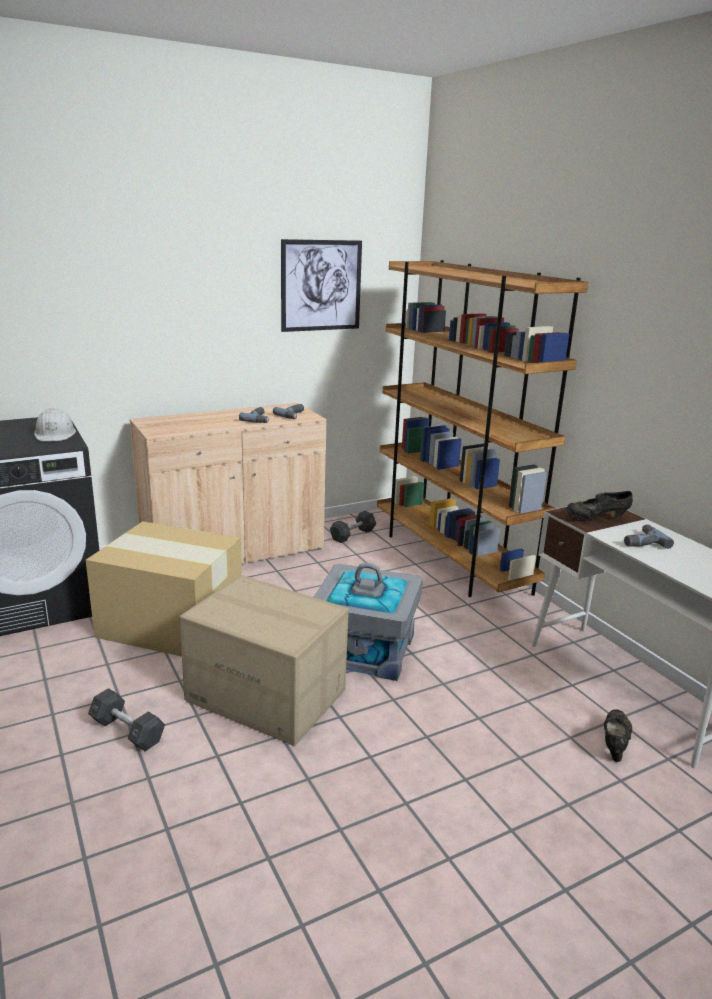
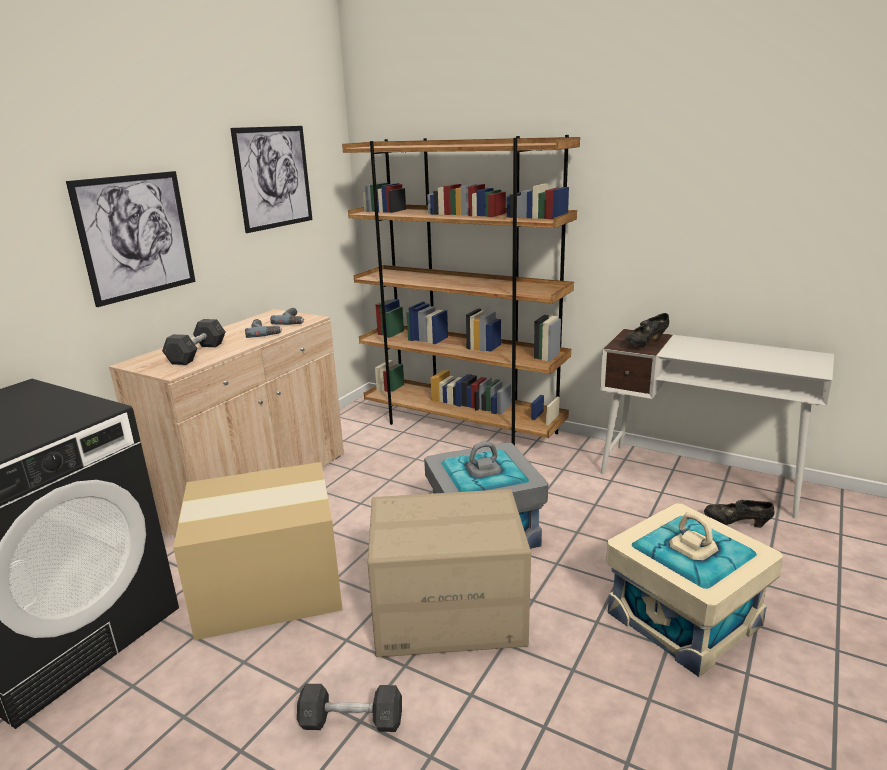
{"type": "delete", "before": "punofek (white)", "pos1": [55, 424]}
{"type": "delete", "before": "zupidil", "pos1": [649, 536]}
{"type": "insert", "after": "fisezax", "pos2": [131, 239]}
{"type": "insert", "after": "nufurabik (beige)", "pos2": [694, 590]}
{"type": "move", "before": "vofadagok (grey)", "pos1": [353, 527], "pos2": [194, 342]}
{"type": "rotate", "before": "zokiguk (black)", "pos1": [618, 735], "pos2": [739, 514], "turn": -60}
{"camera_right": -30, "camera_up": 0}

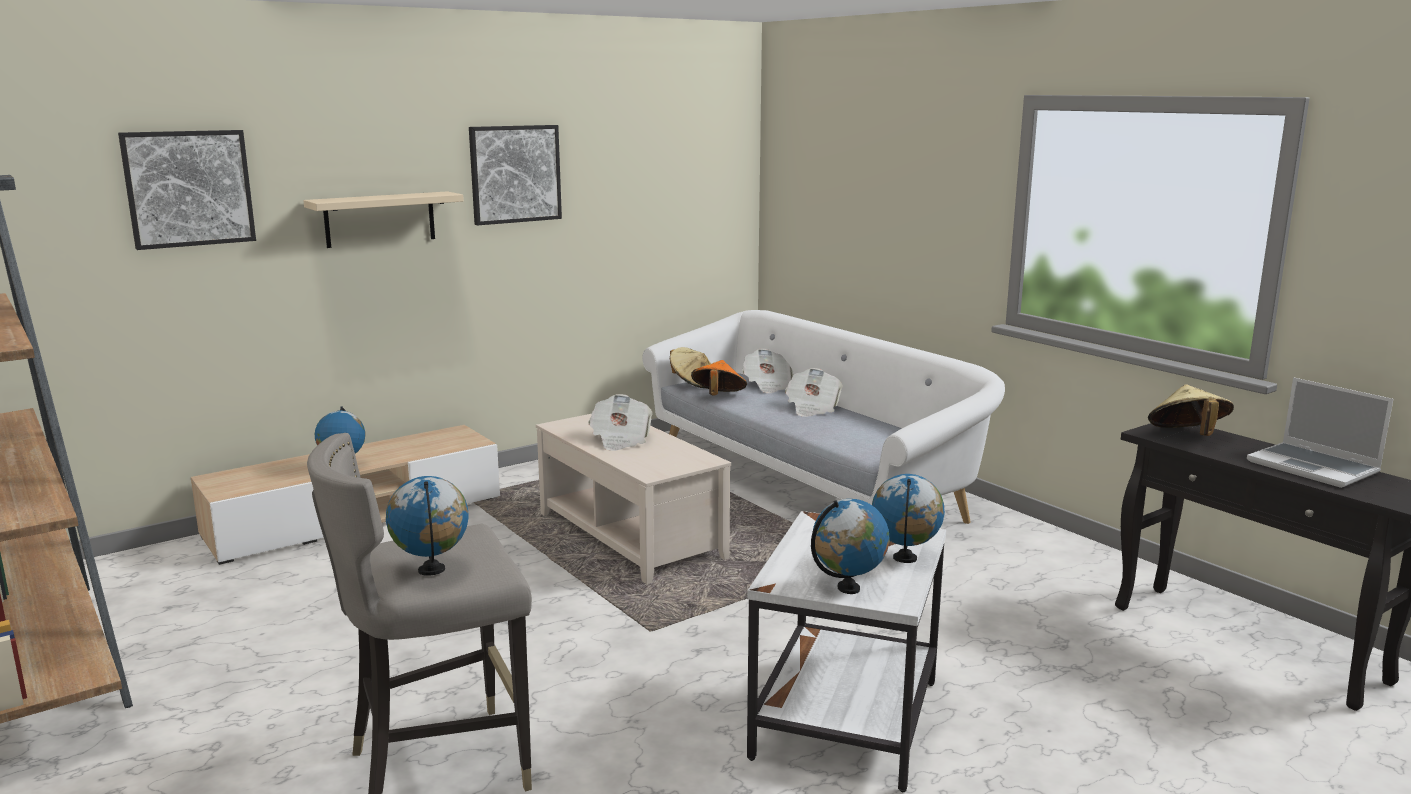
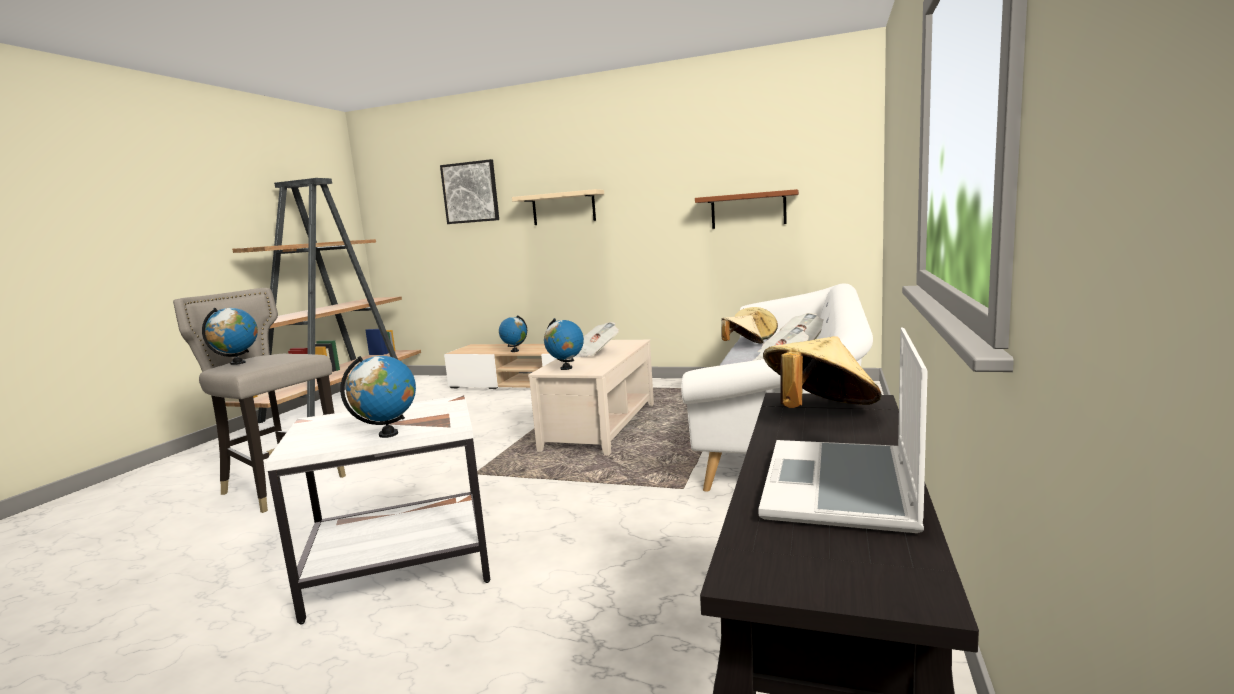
{"type": "delete", "before": "fisezax", "pos1": [515, 175]}
{"type": "insert", "after": "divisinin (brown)", "pos2": [747, 209]}
{"type": "move", "before": "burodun", "pos1": [850, 546], "pos2": [564, 344]}
{"type": "recolor", "before": "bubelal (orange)", "after": "bubelal (beige)", "pos1": [719, 378], "pos2": [743, 329]}
{"camera_right": 55, "camera_up": -5}

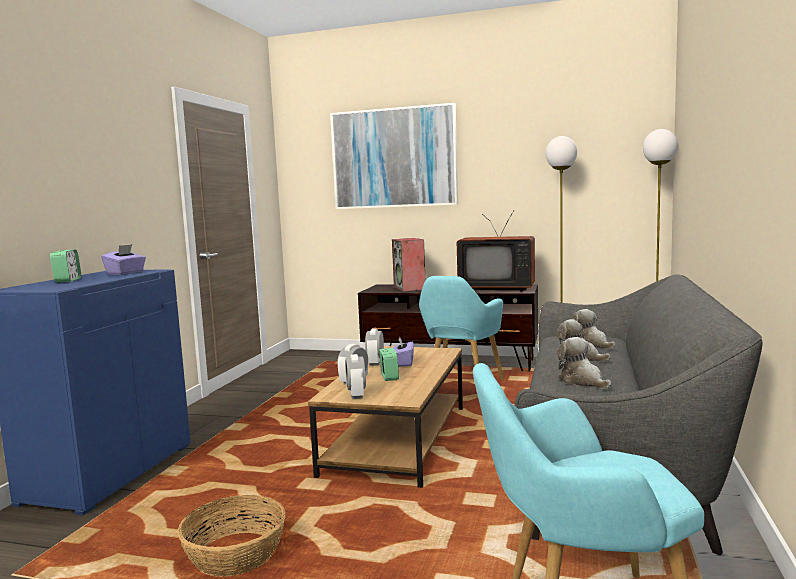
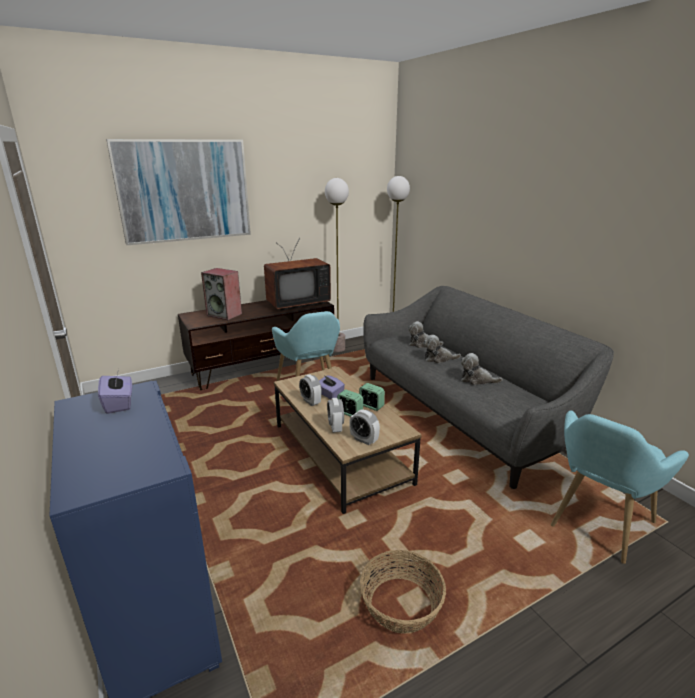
{"type": "move", "before": "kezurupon", "pos1": [65, 266], "pos2": [372, 397]}
{"camera_right": -45, "camera_up": 15}

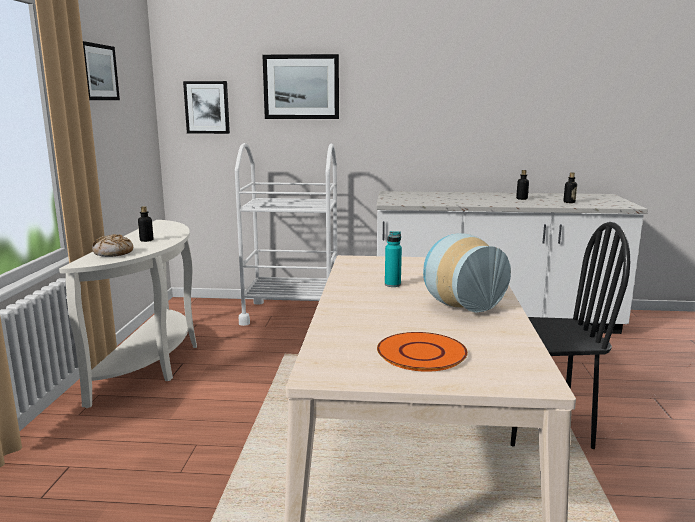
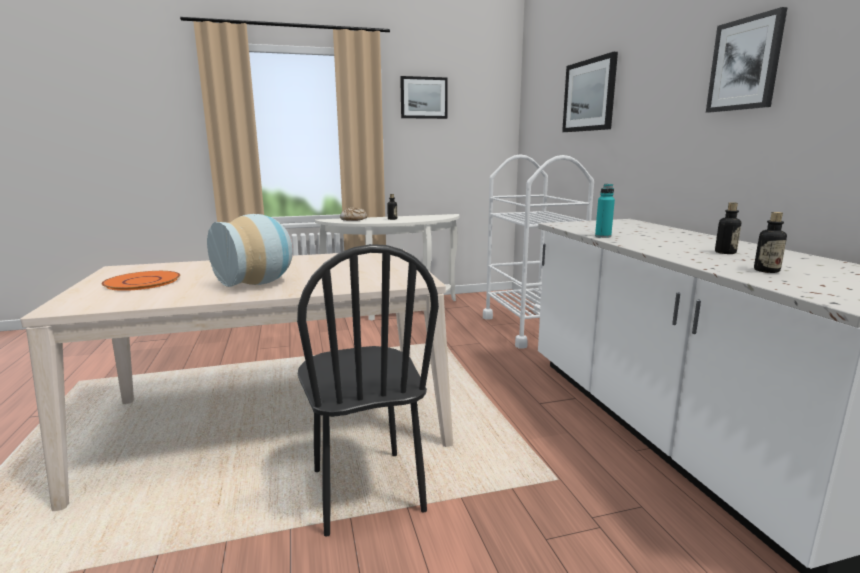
{"type": "move", "before": "fisezax", "pos1": [206, 107], "pos2": [747, 59]}
{"type": "move", "before": "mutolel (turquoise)", "pos1": [393, 259], "pos2": [605, 211]}
{"camera_right": 70, "camera_up": 0}

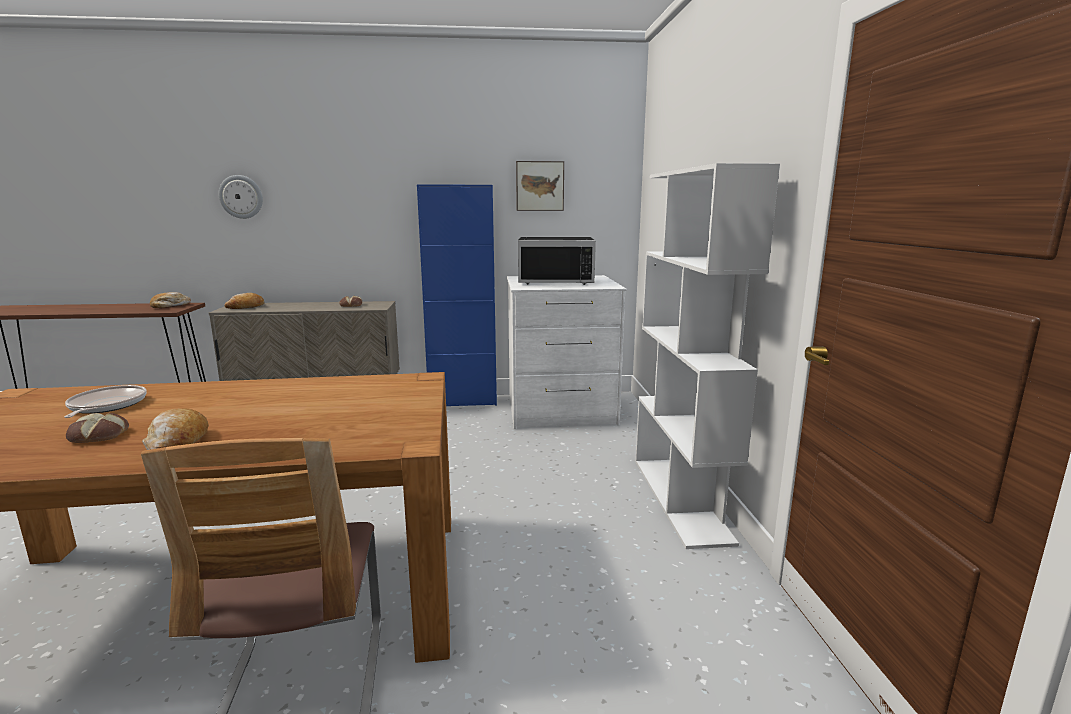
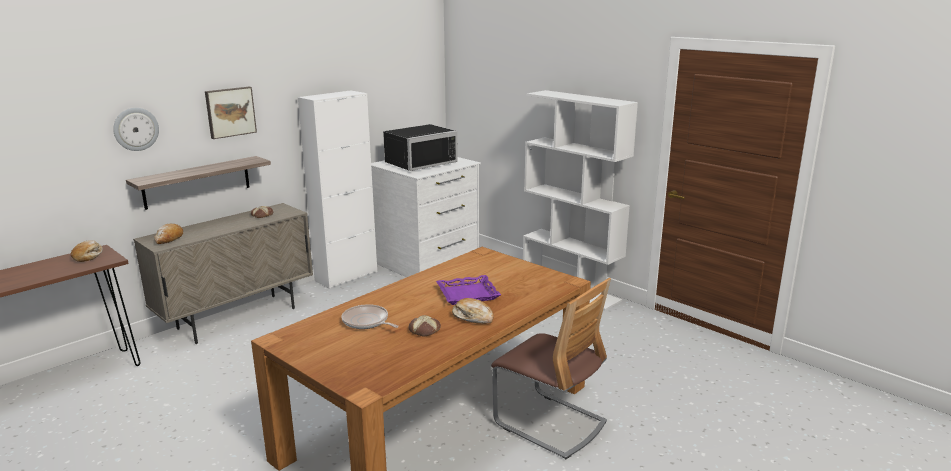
{"type": "insert", "after": "divisinin", "pos2": [198, 183]}
{"type": "insert", "after": "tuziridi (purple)", "pos2": [468, 290]}
{"type": "move", "before": "fisezax", "pos1": [540, 186], "pos2": [231, 113]}
{"type": "recolor", "before": "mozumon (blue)", "after": "mozumon (white)", "pos1": [457, 295], "pos2": [337, 189]}
{"camera_right": -40, "camera_up": 5}

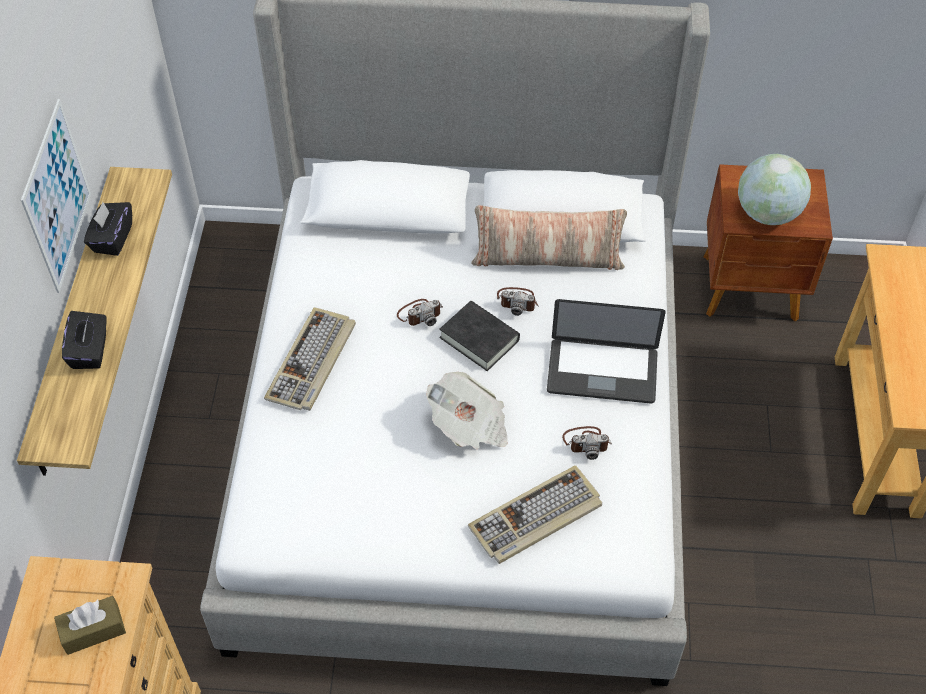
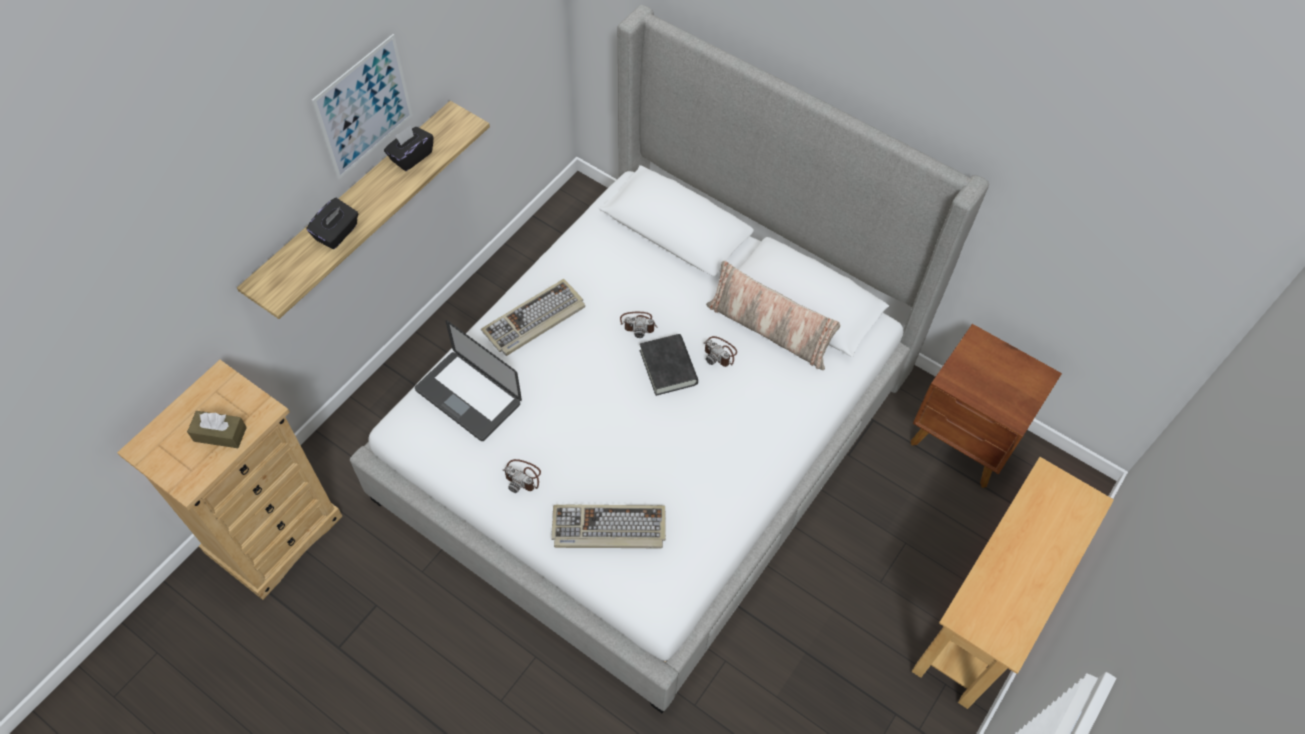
{"type": "delete", "before": "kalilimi", "pos1": [467, 410]}
{"type": "delete", "before": "burodun", "pos1": [774, 189]}
{"type": "move", "before": "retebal", "pos1": [606, 351], "pos2": [468, 380]}
{"type": "move", "before": "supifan", "pos1": [587, 443], "pos2": [522, 476]}
{"camera_right": 30, "camera_up": 5}

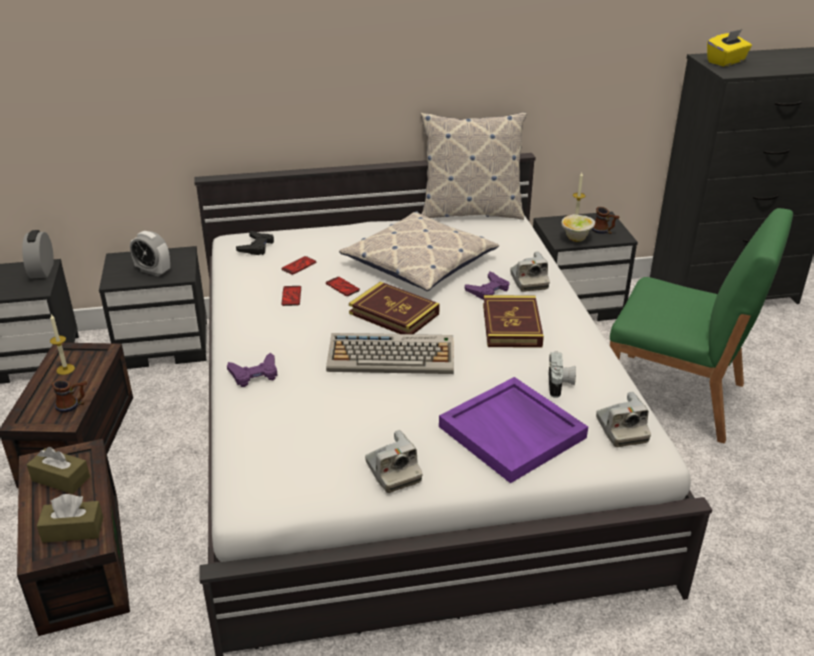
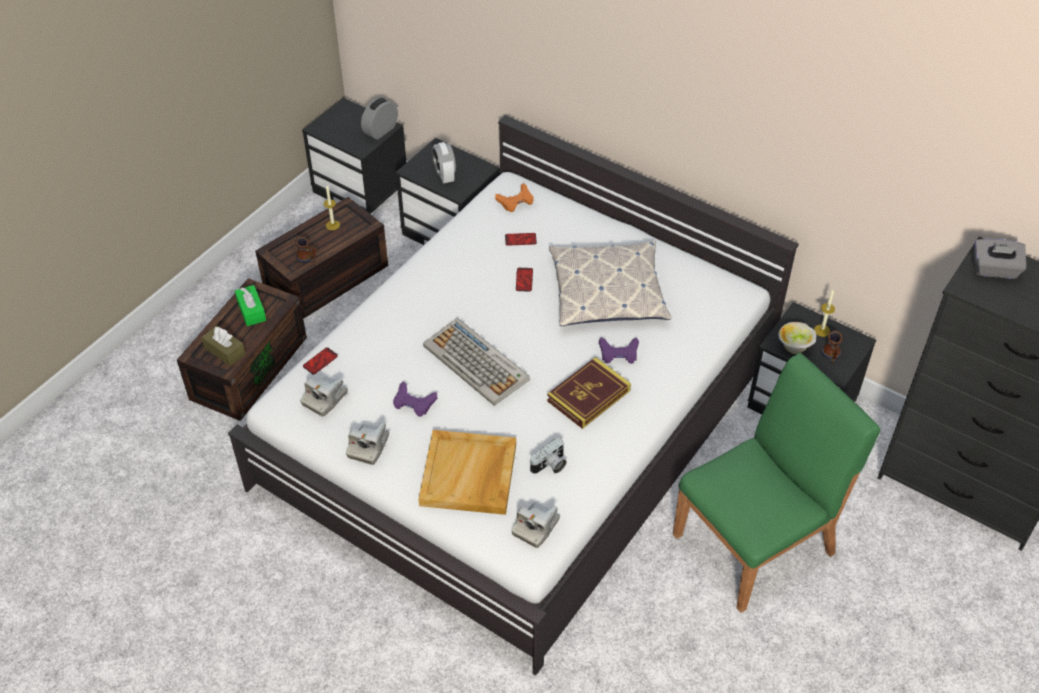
{"type": "delete", "before": "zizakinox", "pos1": [394, 307]}
{"type": "delete", "before": "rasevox", "pos1": [474, 166]}
{"type": "move", "before": "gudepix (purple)", "pos1": [252, 370], "pos2": [415, 398]}
{"type": "move", "before": "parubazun", "pos1": [291, 296], "pos2": [320, 361]}
{"type": "move", "before": "supifan", "pos1": [530, 271], "pos2": [324, 396]}
{"type": "recolor", "before": "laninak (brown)", "after": "laninak (green)", "pos1": [58, 470], "pos2": [250, 305]}
{"type": "recolor", "before": "gudepix (black)", "after": "gudepix (orange)", "pos1": [255, 243], "pos2": [514, 197]}
{"type": "recolor", "before": "tuziridi (purple)", "after": "tuziridi (beige)", "pos1": [513, 430], "pos2": [467, 472]}
{"type": "recolor", "before": "laninak (yellow)", "after": "laninak (grey)", "pos1": [729, 47], "pos2": [1000, 258]}
{"type": "rotate", "before": "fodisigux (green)", "pos1": [701, 325], "pos2": [776, 483], "turn": -105}
{"camera_right": 45, "camera_up": 15}

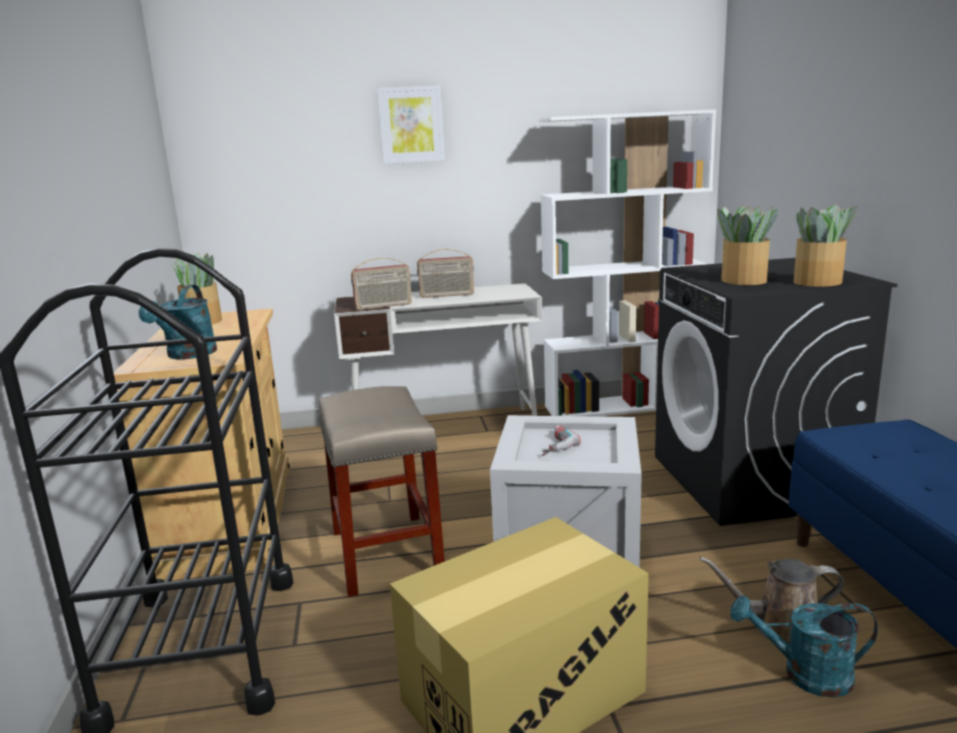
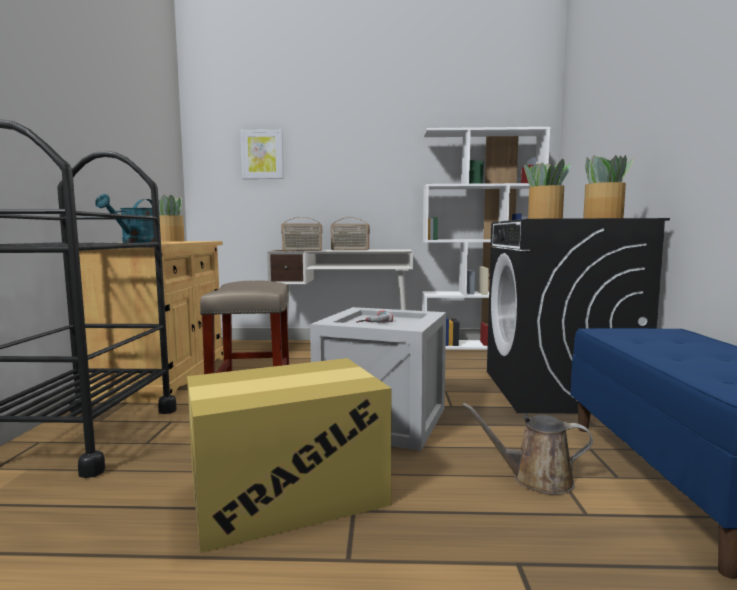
{"type": "delete", "before": "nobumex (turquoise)", "pos1": [804, 647]}
{"type": "move", "before": "fisezax", "pos1": [411, 124], "pos2": [262, 154]}
{"camera_right": 10, "camera_up": -10}

